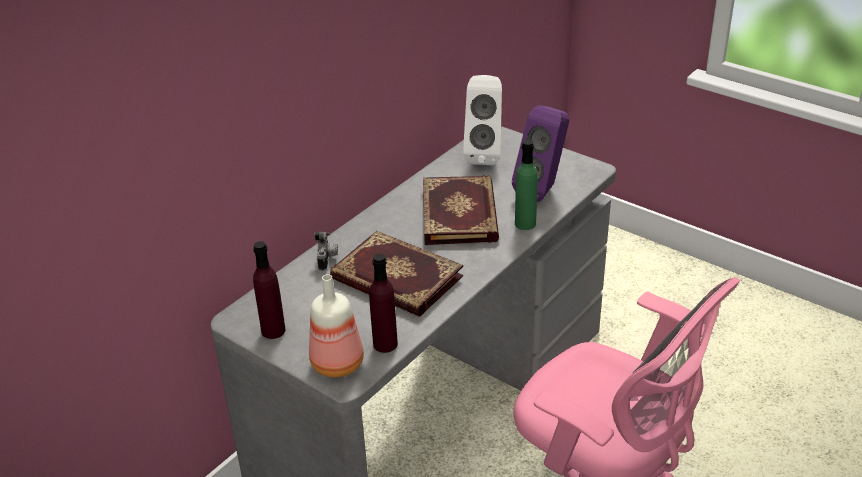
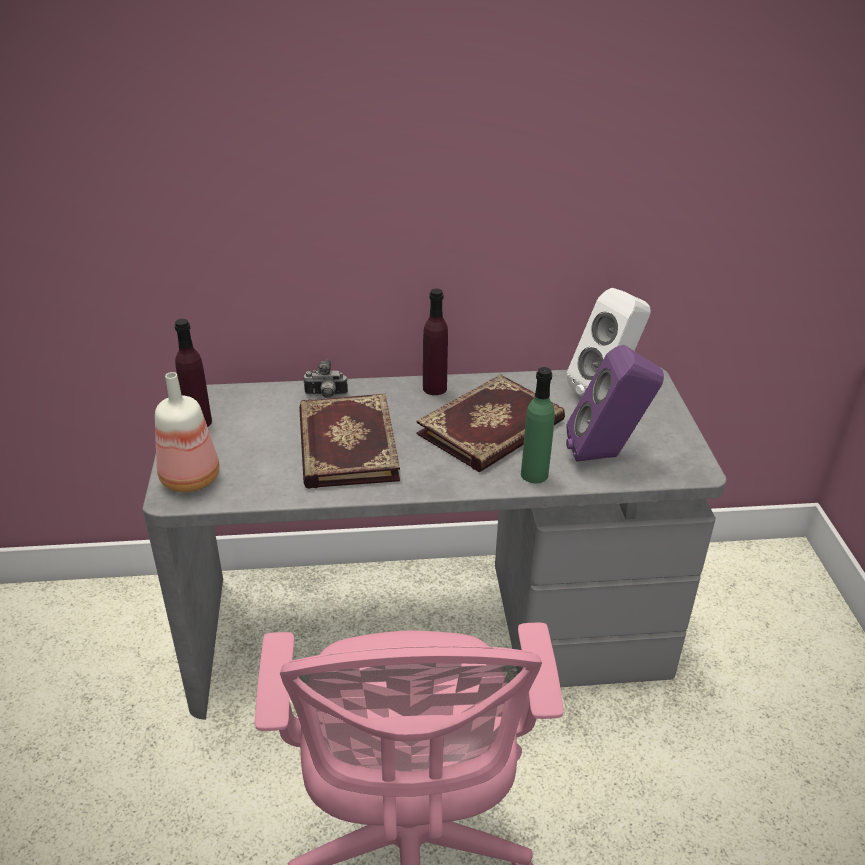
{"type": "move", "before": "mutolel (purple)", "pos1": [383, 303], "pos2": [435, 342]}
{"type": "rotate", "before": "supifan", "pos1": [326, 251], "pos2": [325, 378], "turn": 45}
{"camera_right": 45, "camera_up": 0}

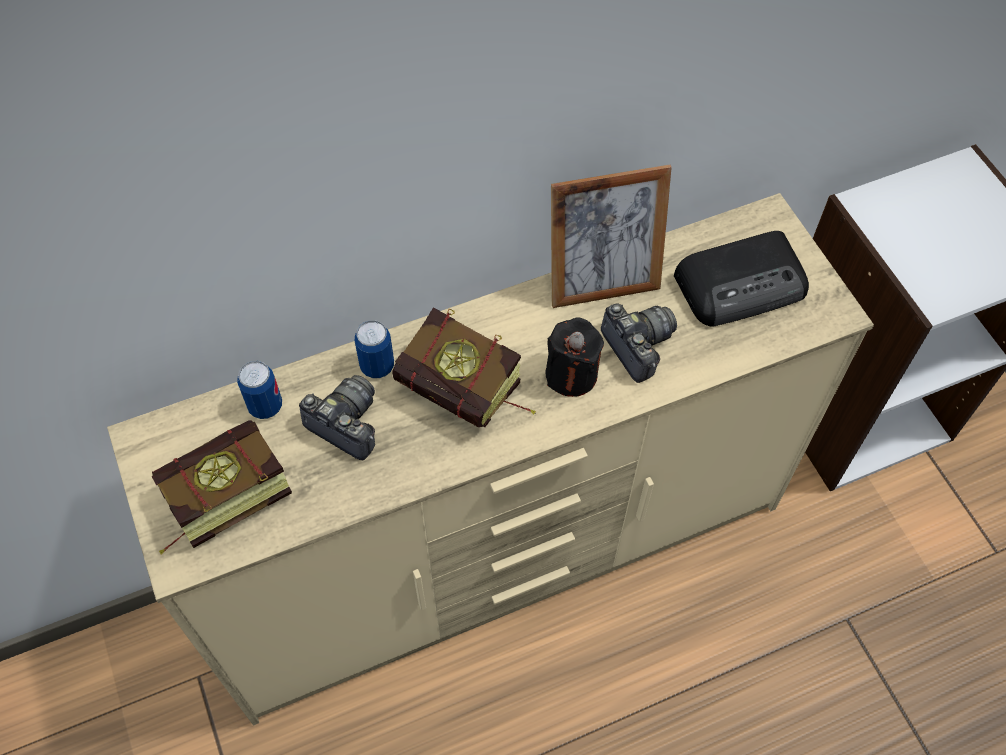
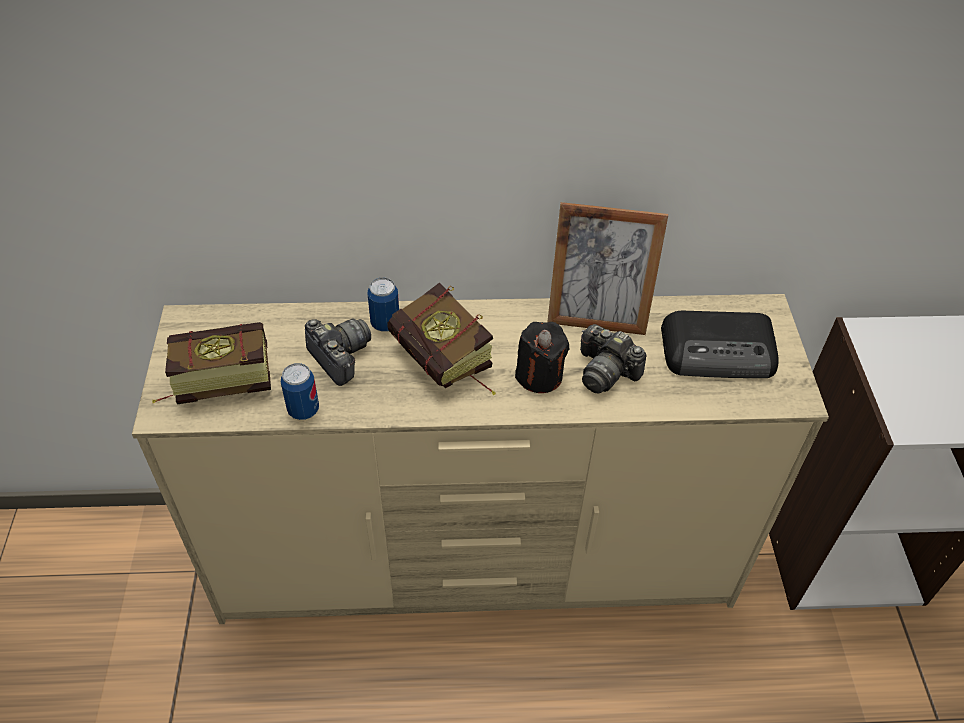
{"type": "move", "before": "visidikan", "pos1": [259, 390], "pos2": [300, 391]}
{"type": "rotate", "before": "supifan", "pos1": [639, 343], "pos2": [613, 358], "turn": 135}
{"camera_right": 20, "camera_up": -10}

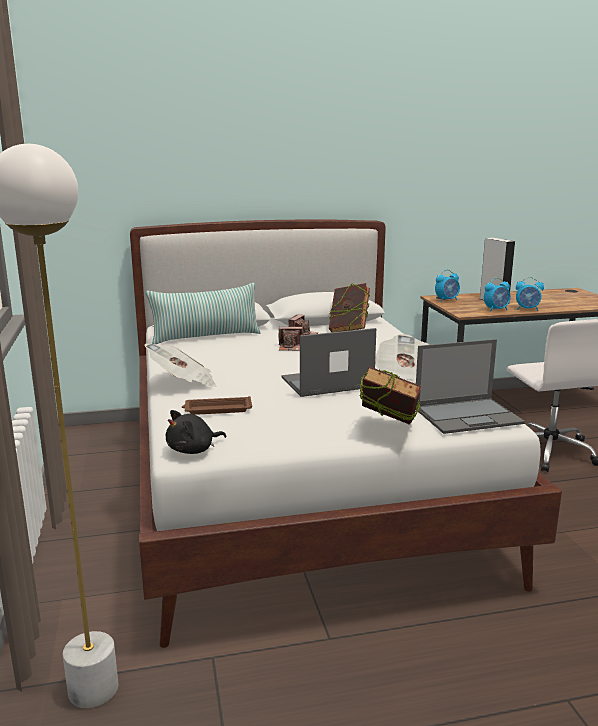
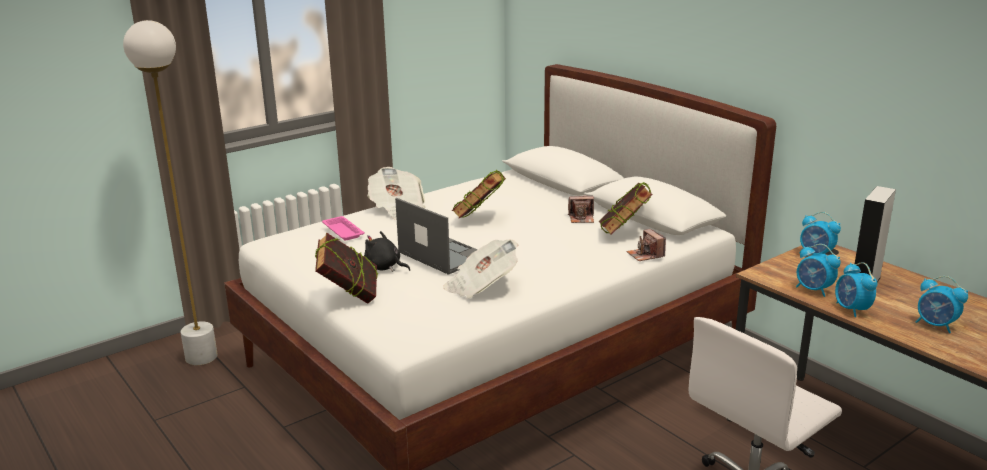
{"type": "delete", "before": "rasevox", "pos1": [203, 313]}
{"type": "delete", "before": "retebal", "pos1": [470, 386]}
{"type": "insert", "after": "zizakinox", "pos2": [479, 194]}
{"type": "insert", "after": "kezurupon", "pos2": [942, 304]}
{"type": "move", "before": "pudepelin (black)", "pos1": [196, 432], "pos2": [387, 251]}
{"type": "move", "before": "supifan", "pos1": [290, 338], "pos2": [646, 245]}
{"type": "recolor", "before": "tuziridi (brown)", "after": "tuziridi (pink)", "pos1": [217, 405], "pos2": [343, 228]}
{"camera_right": 65, "camera_up": 5}

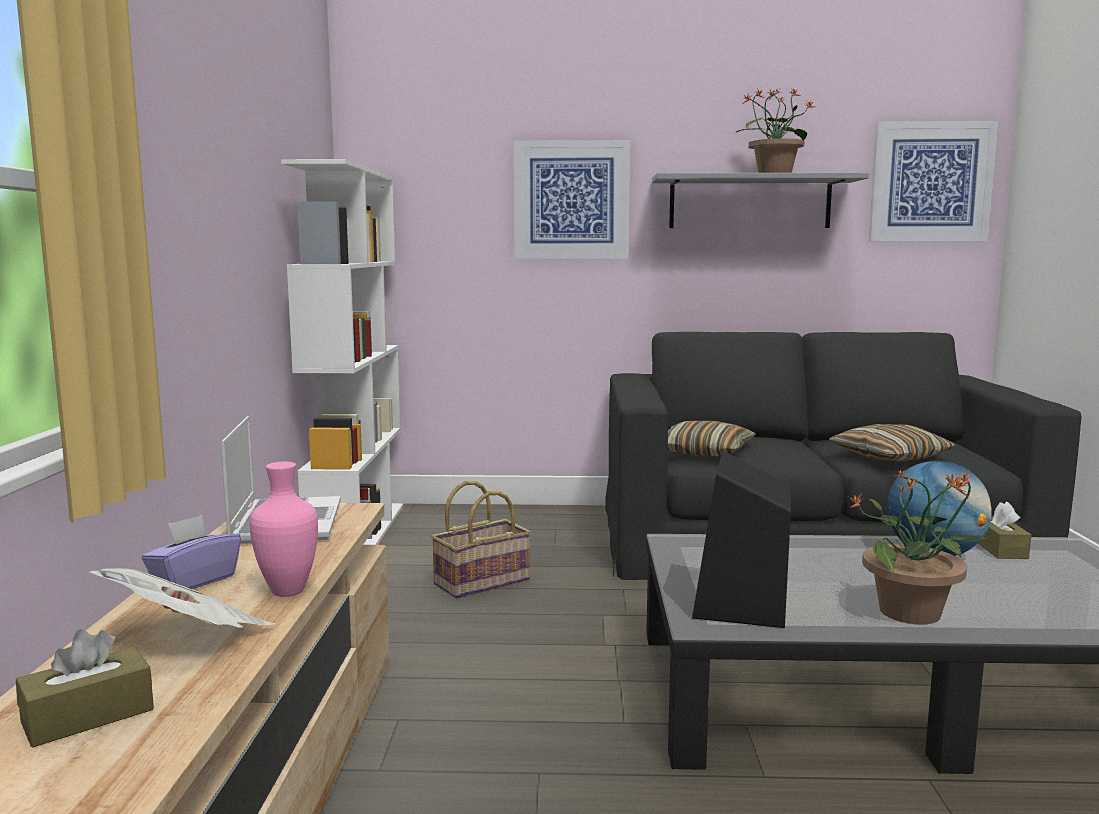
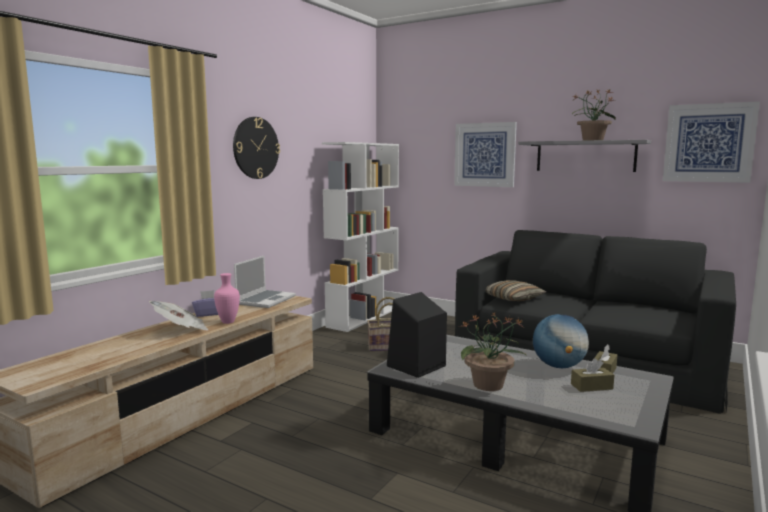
{"type": "delete", "before": "rasevox", "pos1": [892, 442]}
{"type": "insert", "after": "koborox", "pos2": [256, 148]}
{"type": "move", "before": "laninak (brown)", "pos1": [85, 688], "pos2": [592, 375]}
{"camera_right": 30, "camera_up": 0}

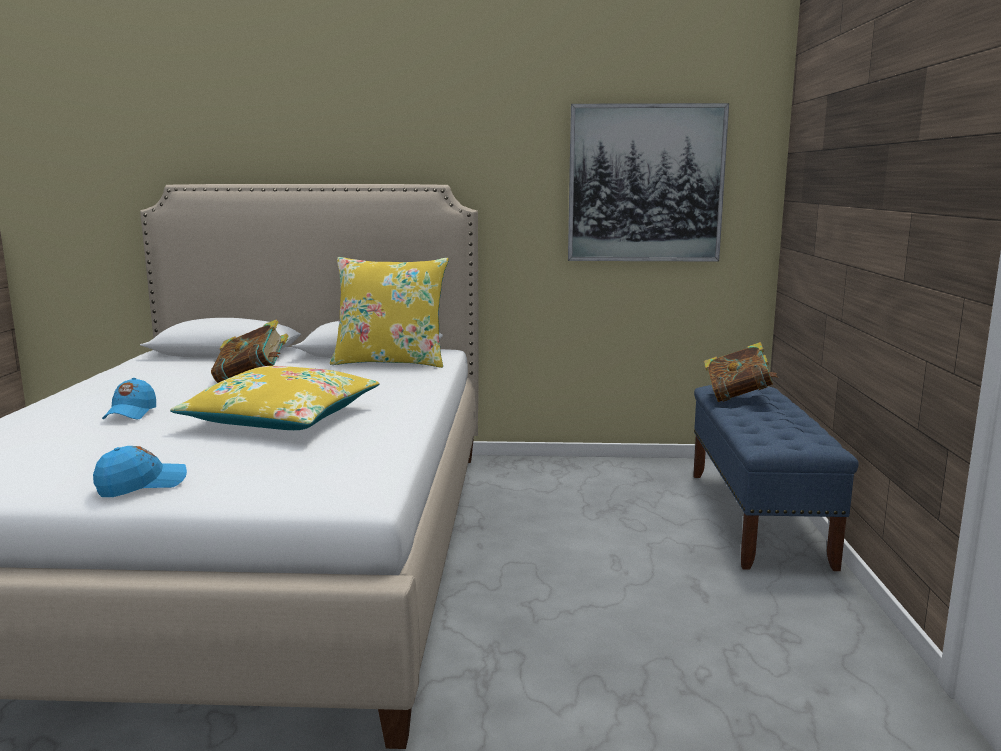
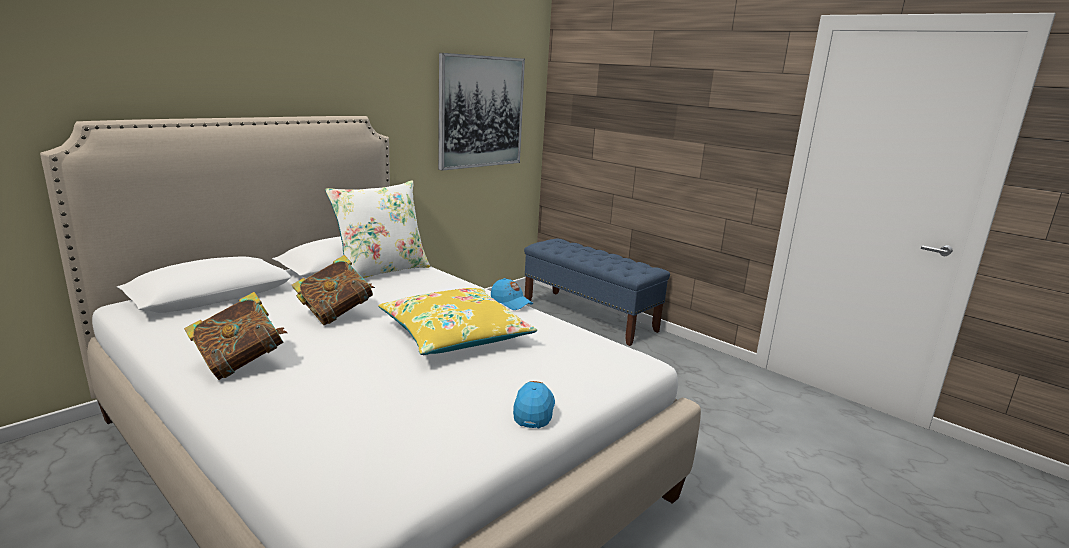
{"type": "move", "before": "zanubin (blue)", "pos1": [129, 398], "pos2": [512, 294]}
{"type": "move", "before": "zizakinox", "pos1": [741, 372], "pos2": [236, 336]}
{"type": "recolor", "before": "rasevox (yellow)", "after": "rasevox (white)", "pos1": [389, 312], "pos2": [377, 229]}
{"camera_right": -50, "camera_up": 5}

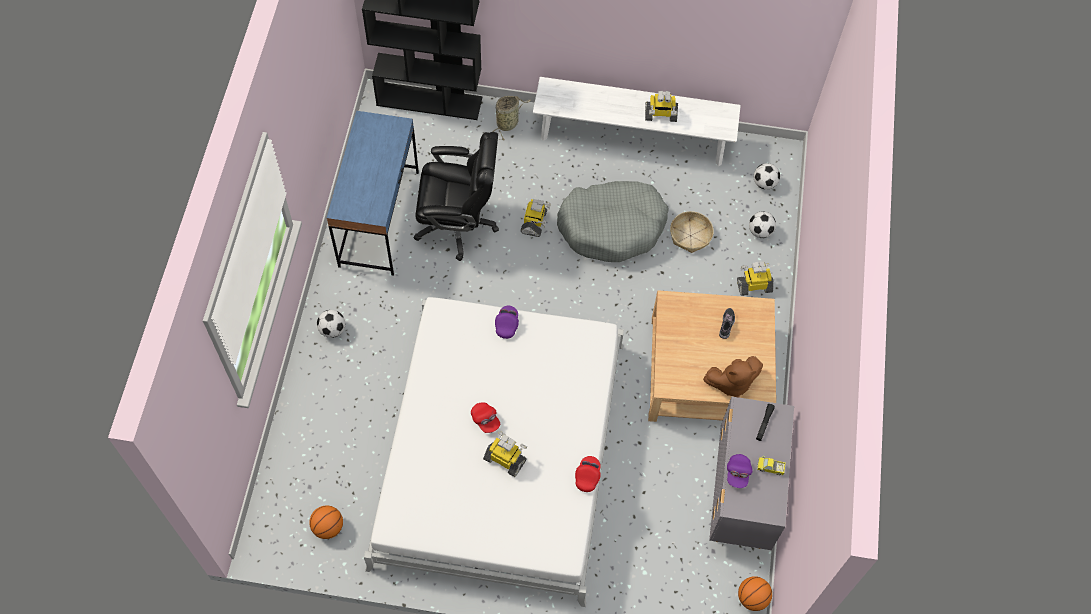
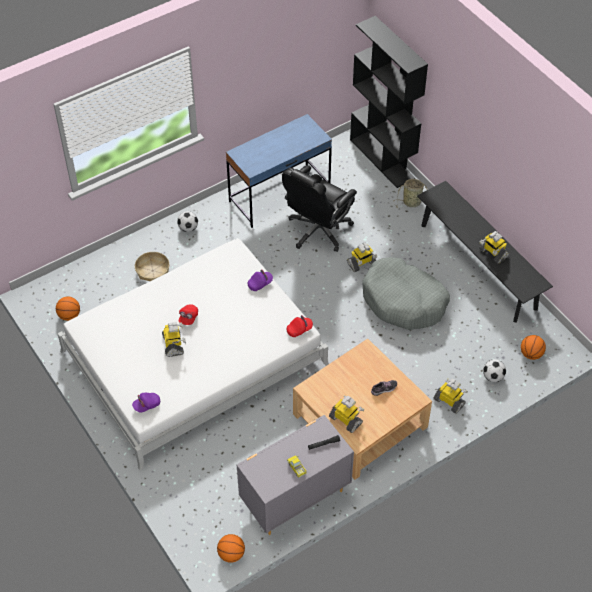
{"type": "move", "before": "zanubin (red)", "pos1": [588, 474], "pos2": [300, 326]}
{"type": "move", "before": "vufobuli", "pos1": [692, 232], "pos2": [152, 266]}
{"type": "move", "before": "zanubin (purple)", "pos1": [740, 471], "pos2": [146, 402]}
{"type": "replace", "before": "pudepelin (brown)", "after": "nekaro", "pos1": [733, 377], "pos2": [346, 414]}
{"type": "replace", "before": "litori", "after": "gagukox", "pos1": [766, 176], "pos2": [533, 347]}
{"type": "recolor", "before": "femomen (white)", "after": "femomen (black)", "pos1": [637, 121], "pos2": [485, 252]}
{"type": "rotate", "before": "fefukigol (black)", "pos1": [456, 196], "pos2": [319, 208], "turn": 75}
{"camera_right": 50, "camera_up": -10}

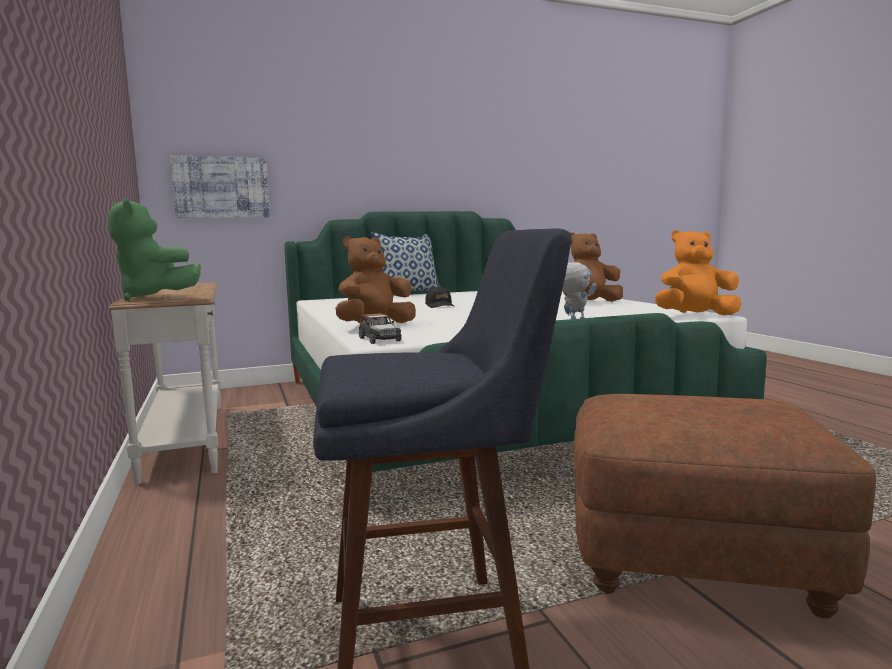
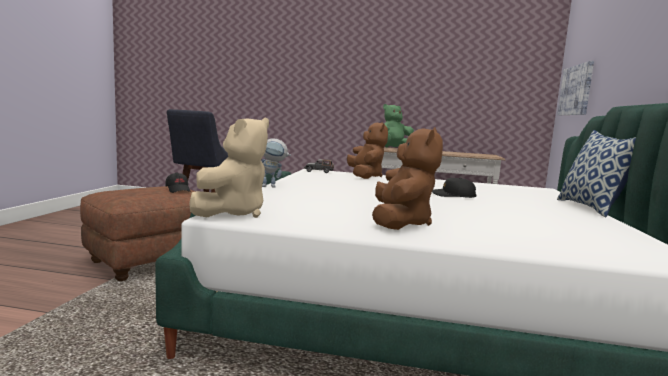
{"type": "insert", "after": "zanubin (black)", "pos2": [177, 182]}
{"type": "recolor", "before": "pudepelin (orange)", "after": "pudepelin (beige)", "pos1": [698, 272], "pos2": [229, 168]}
{"camera_right": 120, "camera_up": 0}

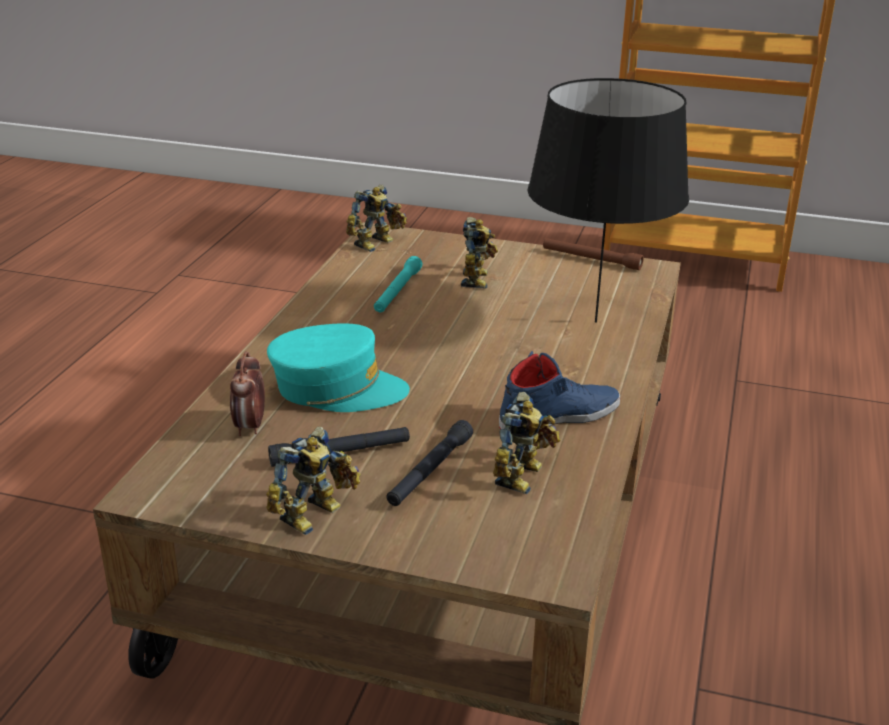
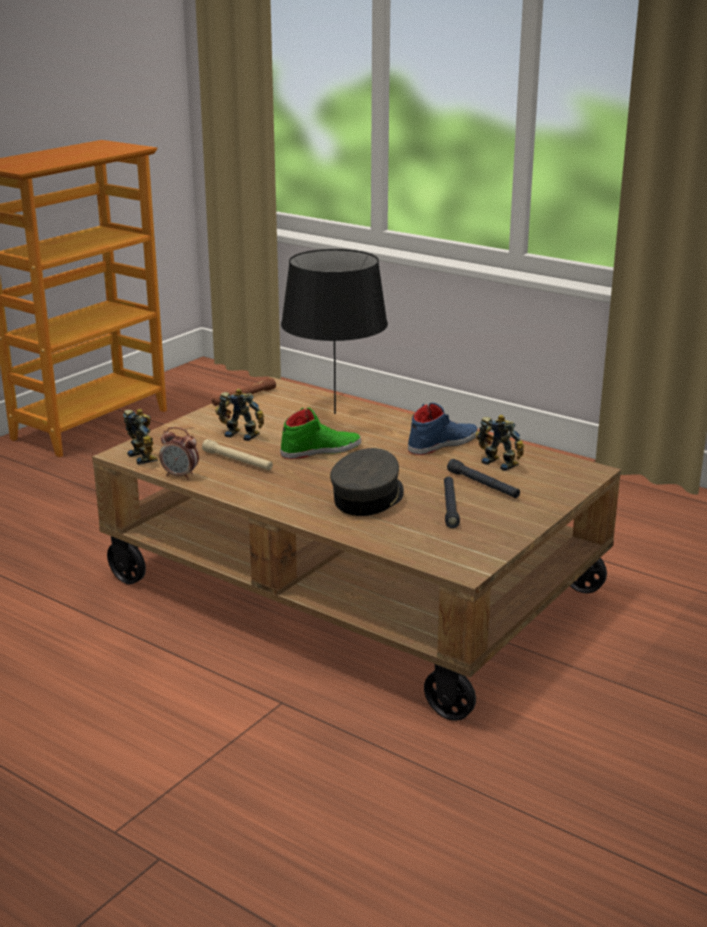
{"type": "delete", "before": "nekaro", "pos1": [313, 481]}
{"type": "insert", "after": "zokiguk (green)", "pos2": [320, 433]}
{"type": "move", "before": "kezurupon", "pos1": [247, 393], "pos2": [179, 453]}
{"type": "recolor", "before": "zanubin (turquoise)", "after": "zanubin (grey)", "pos1": [338, 367], "pos2": [367, 482]}
{"type": "recolor", "before": "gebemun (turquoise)", "after": "gebemun (beige)", "pos1": [398, 284], "pos2": [237, 454]}
{"type": "rotate", "before": "zokiguk (blue)", "pos1": [559, 390], "pos2": [443, 428], "turn": 60}
{"camera_right": -70, "camera_up": -5}

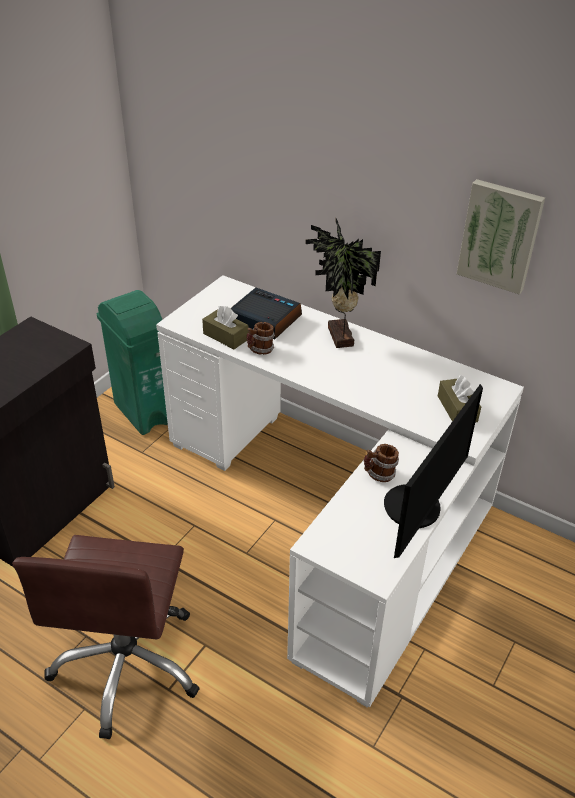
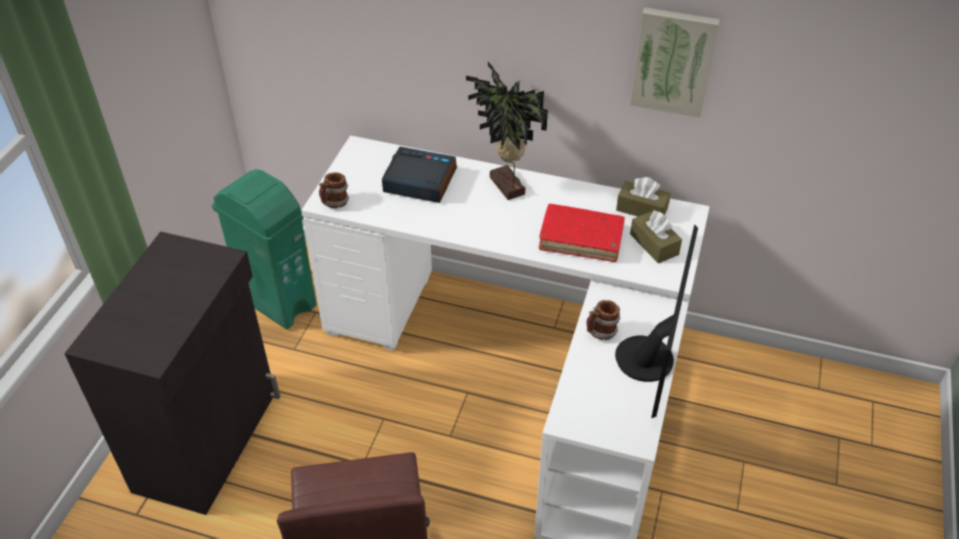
{"type": "insert", "after": "zizakinox (red)", "pos2": [582, 233]}
{"type": "move", "before": "laninak (brown)", "pos1": [225, 327], "pos2": [643, 197]}
{"type": "move", "before": "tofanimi", "pos1": [261, 338], "pos2": [334, 190]}
{"camera_right": -15, "camera_up": 5}

